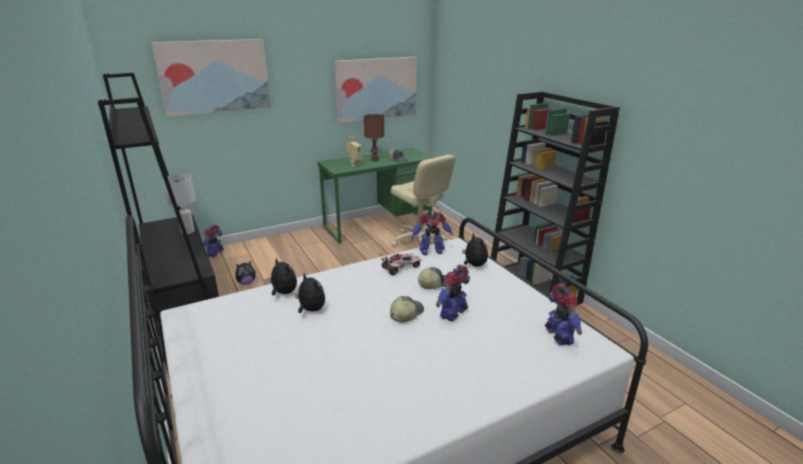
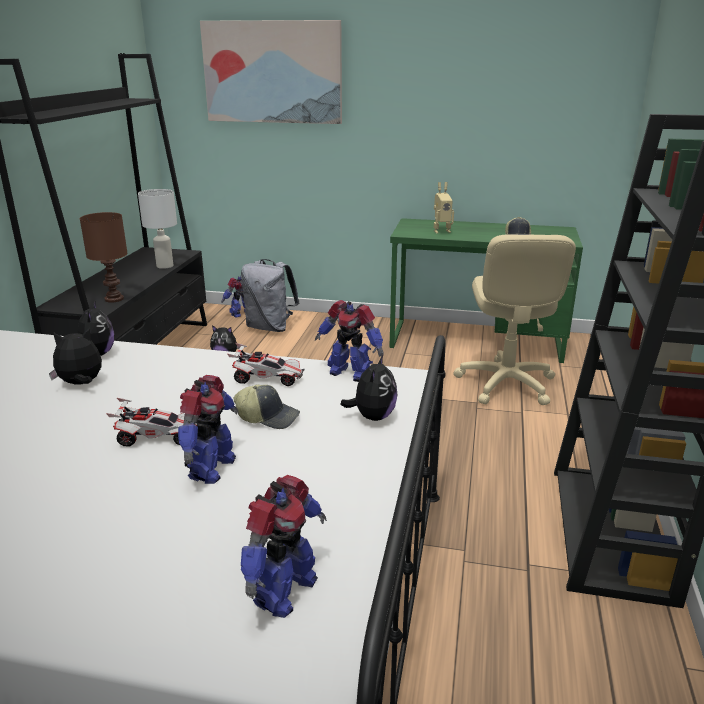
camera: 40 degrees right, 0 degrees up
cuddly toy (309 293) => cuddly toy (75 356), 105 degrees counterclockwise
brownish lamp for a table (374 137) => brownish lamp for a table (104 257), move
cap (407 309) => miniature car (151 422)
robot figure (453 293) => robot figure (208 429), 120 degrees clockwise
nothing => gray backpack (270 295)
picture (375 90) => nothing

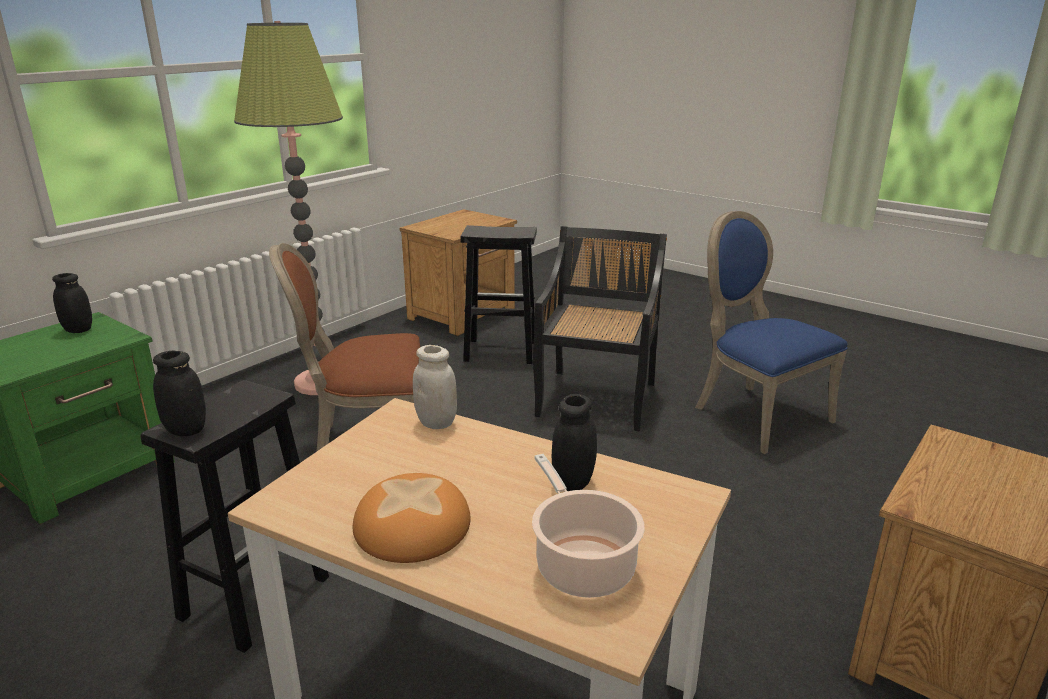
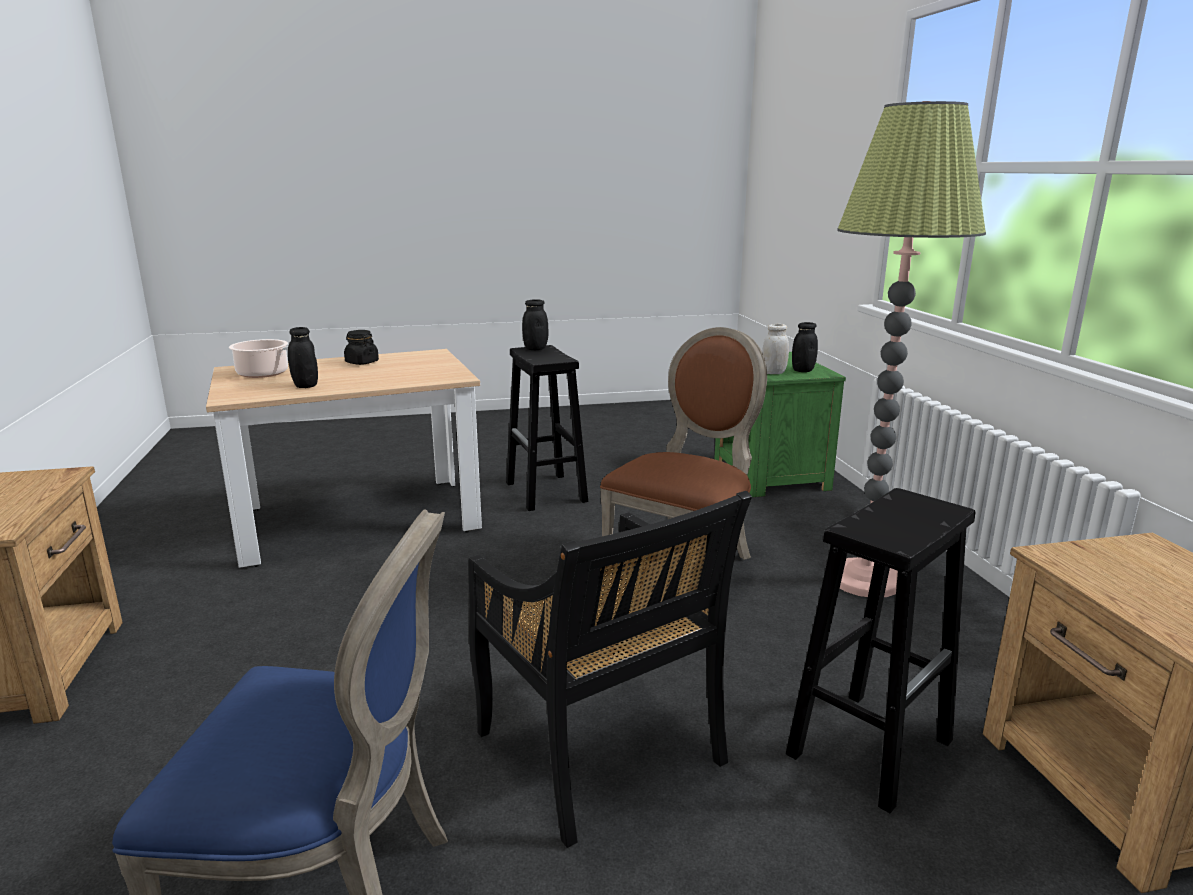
camera: 130 degrees right, 5 degrees down
baked bread (411 518) => blackish storage jar (361 347)
white storage jar (435 387) => white storage jar (775 349), move

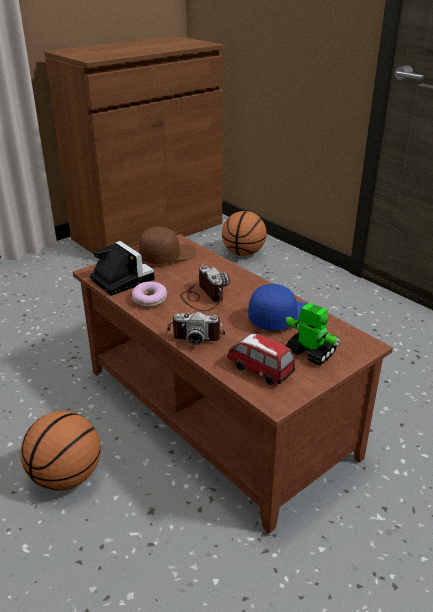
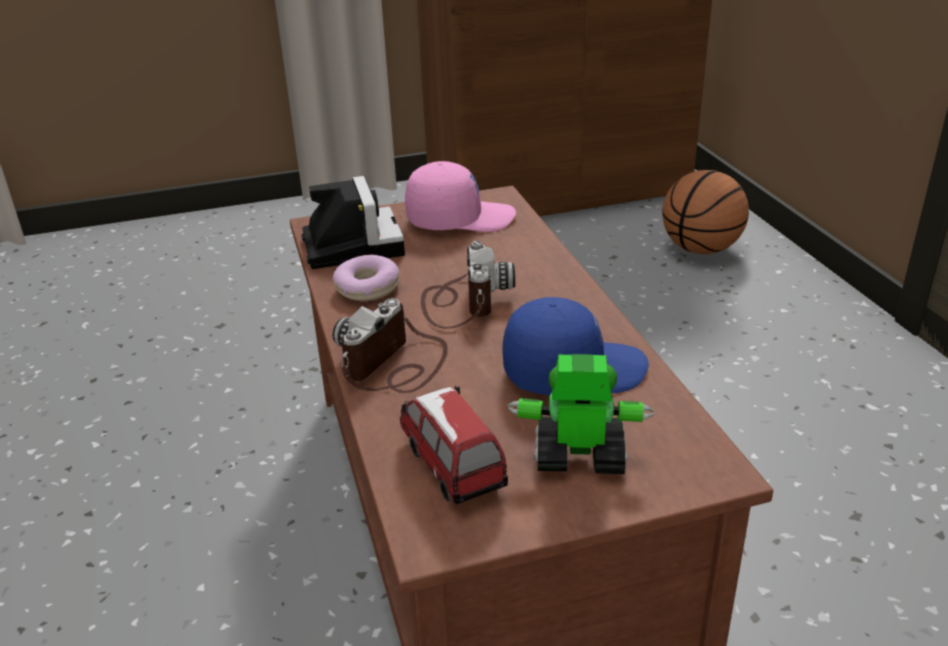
camera: 25 degrees right, 0 degrees up
still camera (196 328) => still camera (390 345), 90 degrees clockwise
brownish cap (167 245) => pink-coloured cap (460 196)
robot figure (313 334) => robot figure (580 414), 60 degrees counterclockwise
ball for basketball (61 451) => nothing

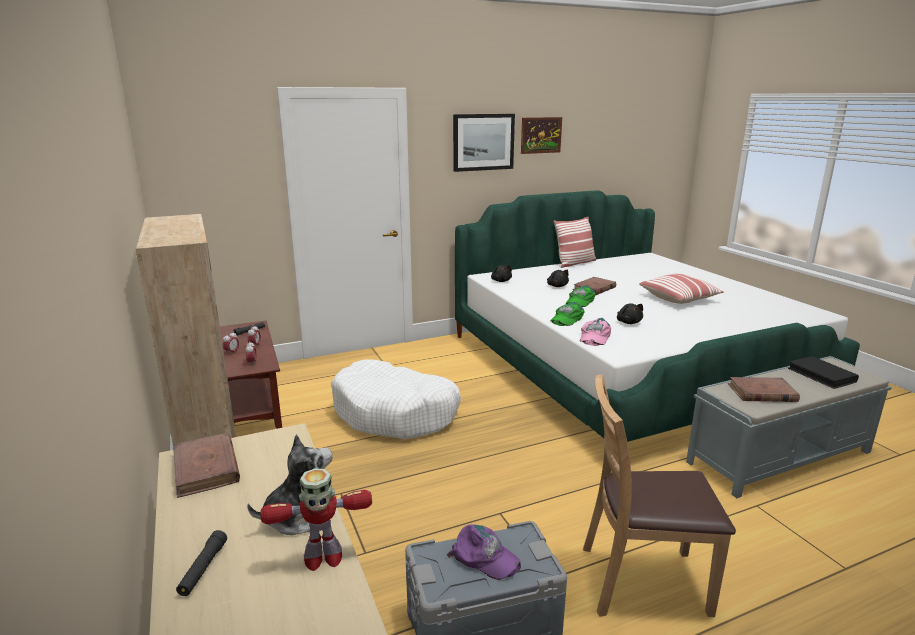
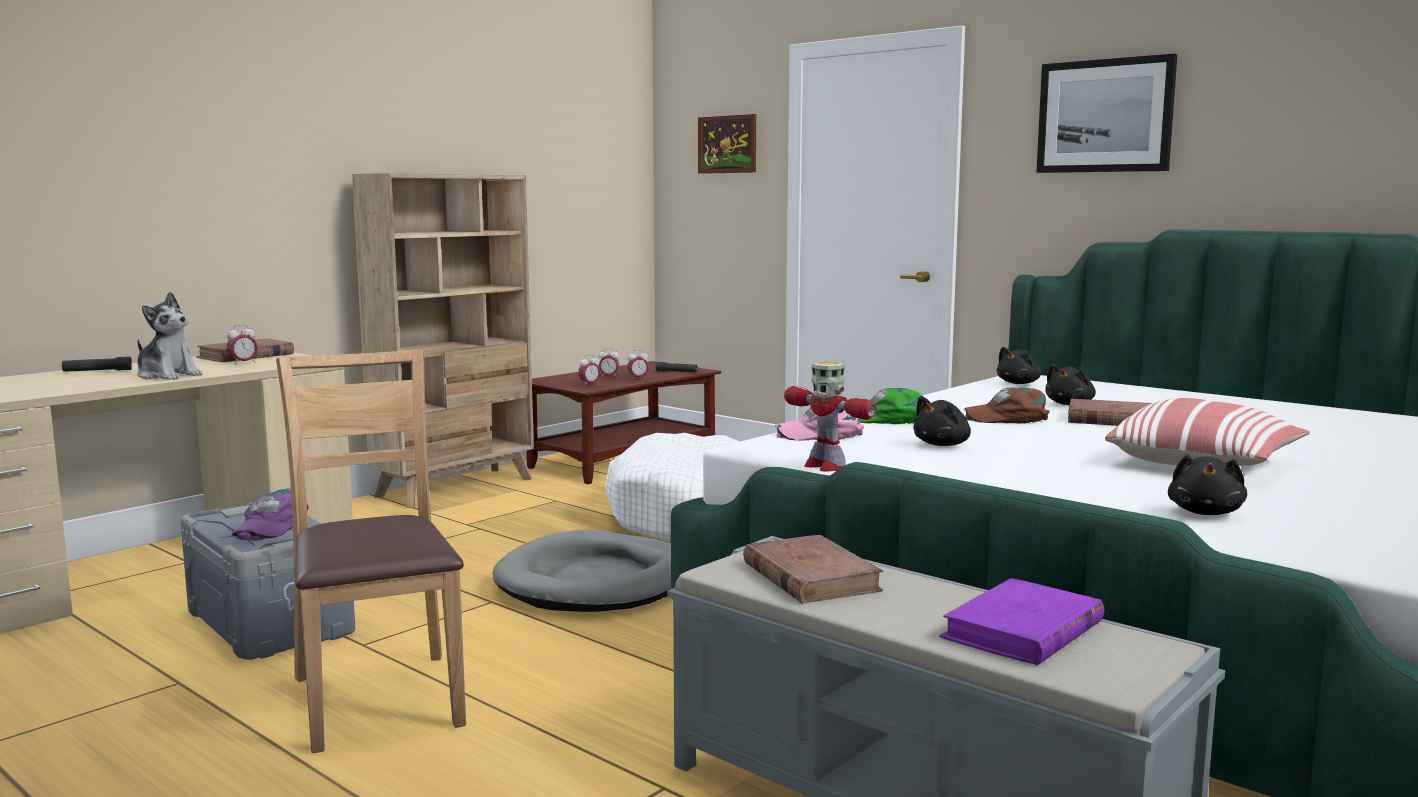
camera: 65 degrees right, 10 degrees down
nothing => alarm clock (242 344)
nothing => gray dog bed (581 571)
picture (541 135) => picture (727 144), move
robot figure (316 519) => robot figure (830 416), move
blackish bound book (823 372) => purple bound book (1021 621)
green cap (580 296) => brownish cap (1006 405)
nothing => blackish cuddly toy (1207 484)
throw pillow (575 242) => nothing

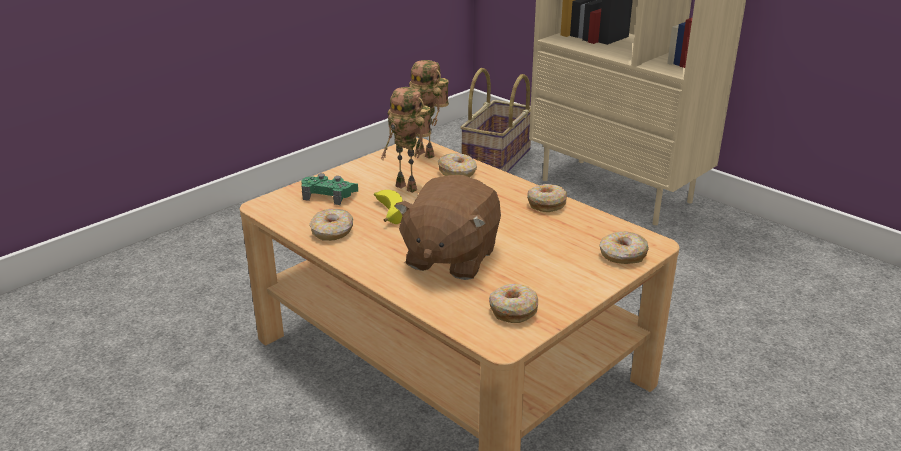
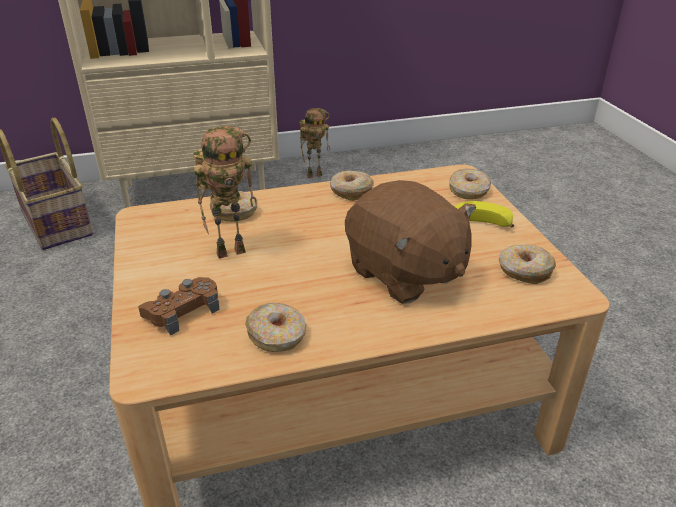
camera: 60 degrees left, 5 degrees up
green gamepad (329 189) => brownish gamepad (179 306)
robot figure (429 109) => robot figure (315 143), move
whole banana (388 207) => whole banana (484 214), move

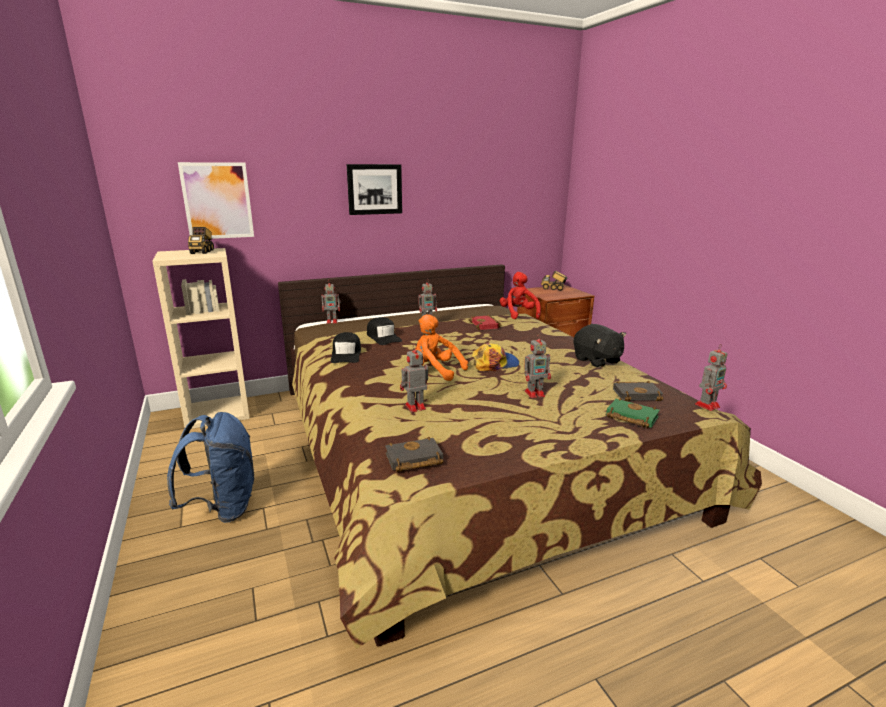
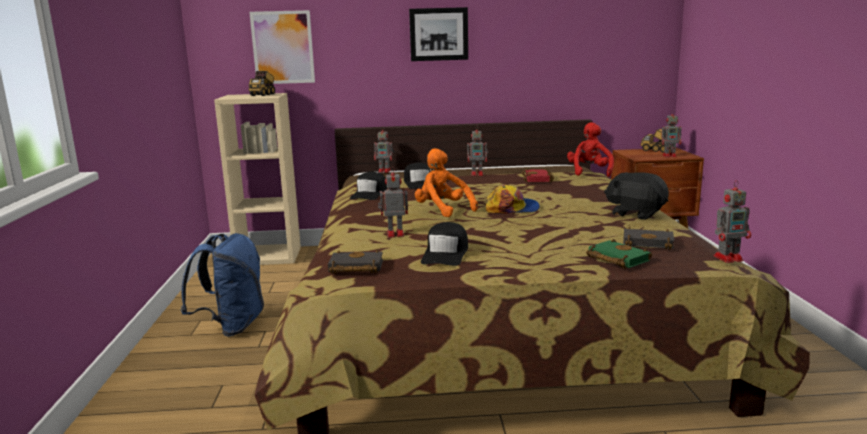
camera: 20 degrees right, 5 degrees down
nothing => blackish cap (444 244)
blackish cuddly toy (600 346) => blackish cuddly toy (636 196), 135 degrees clockwise
robot figure (537 366) => robot figure (672 133), move

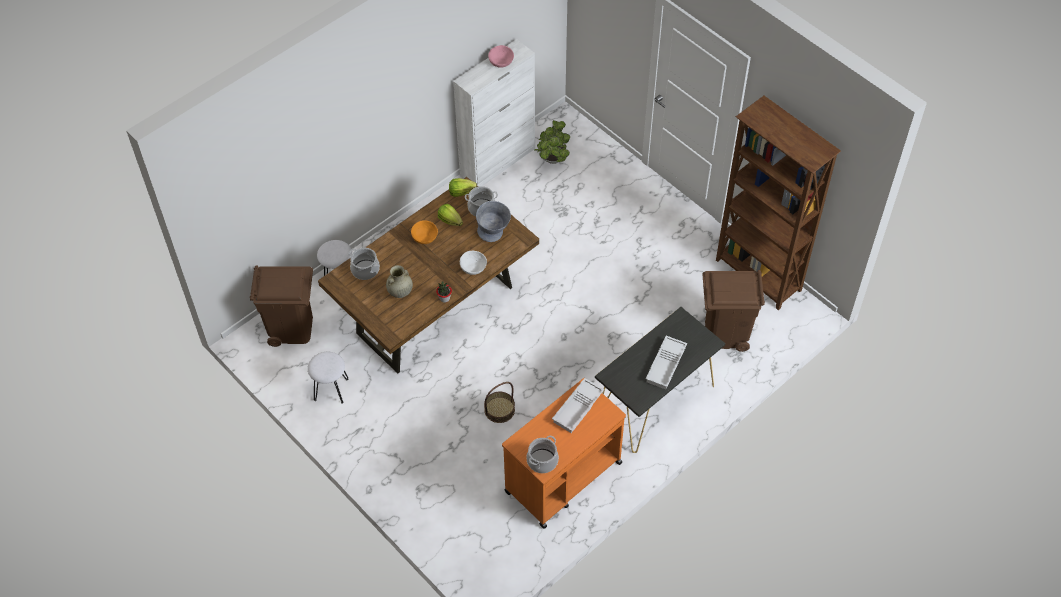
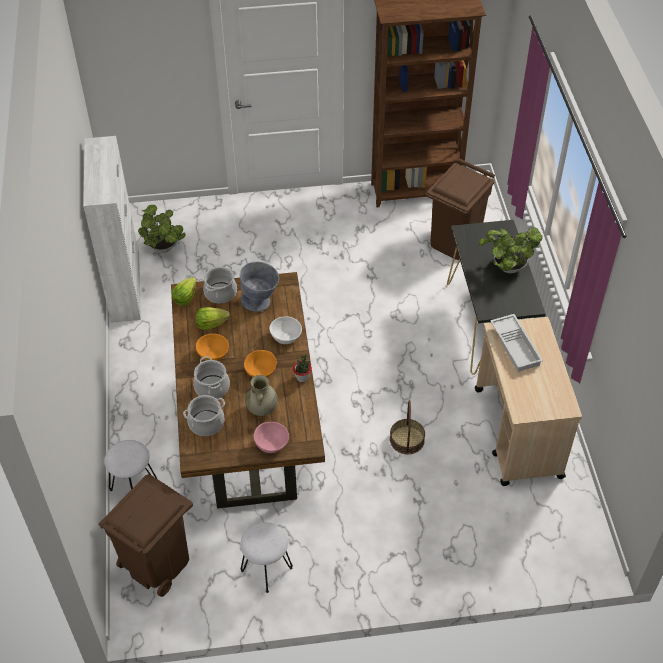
camera: 55 degrees left, 5 degrees down
cooking pot (542 454) => cooking pot (211 377), move
nothing => orangey bowl (260 363)
pink-coloured bowl (501 56) => pink-coloured bowl (271 437), move
orangey wheeled cart (564 453) => beige wheeled cart (528 401)
white carrying tray (666 362) => houseplant (511 250)

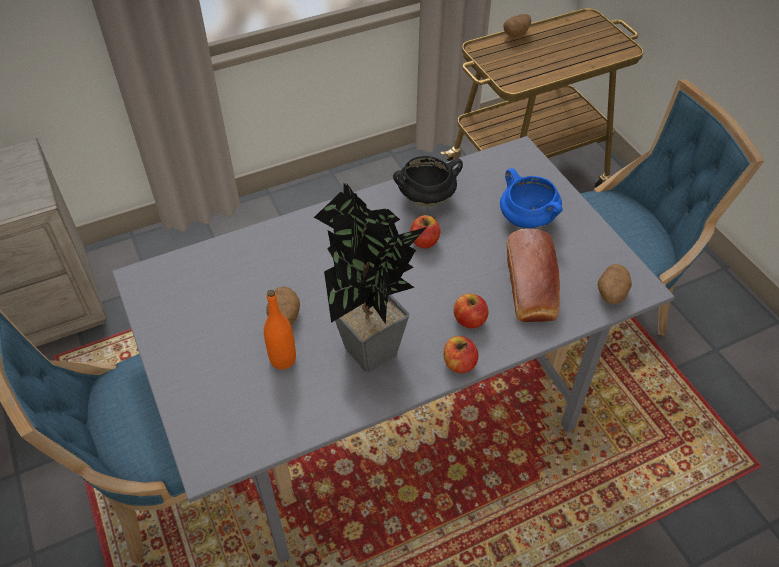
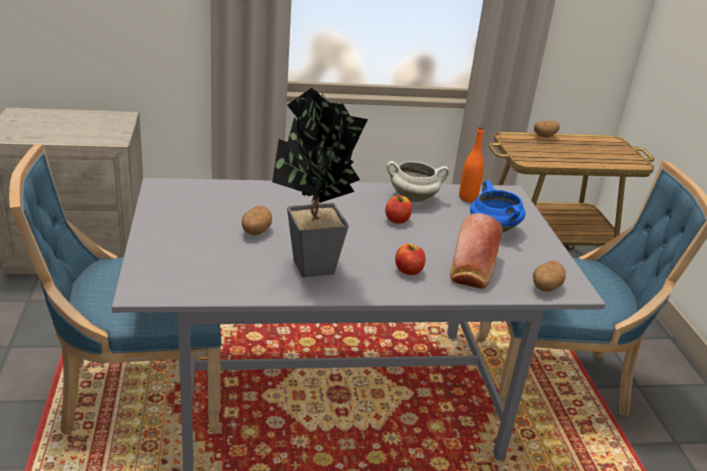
camera: 15 degrees right, 20 degrees down
blackish cooking pot (428 181) => white cooking pot (418 181)
orangey drink bottle (280 329) => orangey drink bottle (471 164), move
apple (461 354) => nothing

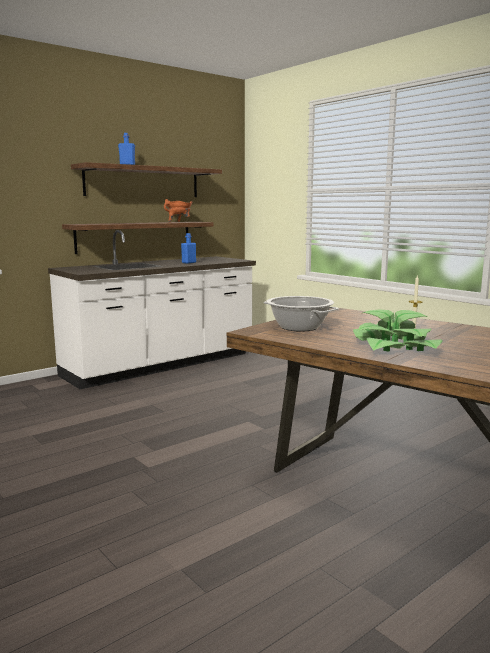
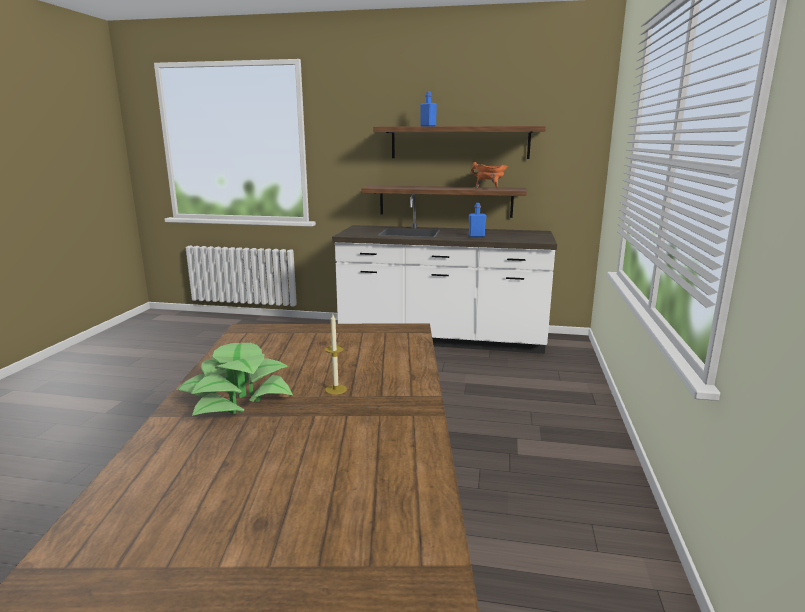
camera: 50 degrees right, 5 degrees up
cooking pot (301 314) => nothing

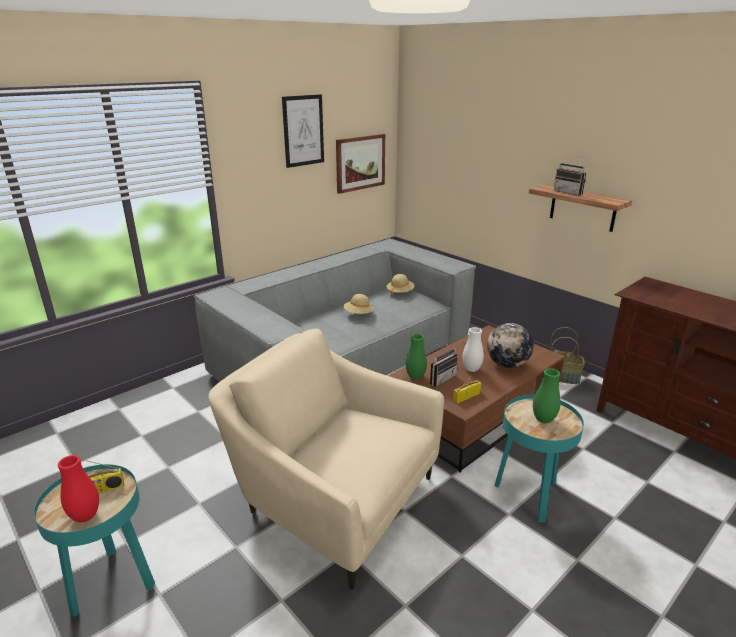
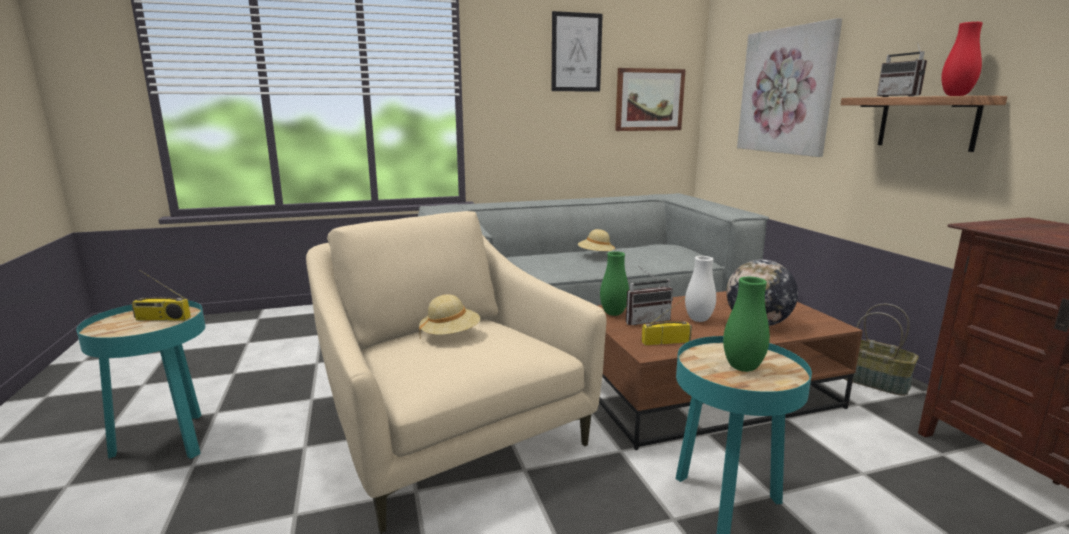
camera: 25 degrees right, 10 degrees down
beige clothing hat (400 285) => beige clothing hat (449 316), move
nothing => picture (789 87)
reddish decorative vase (78 488) => reddish decorative vase (962 59), move

